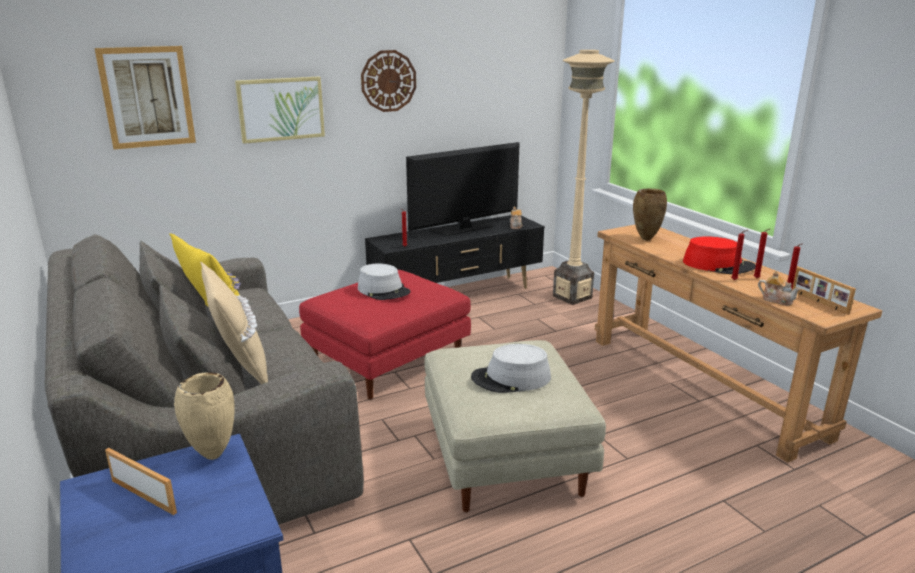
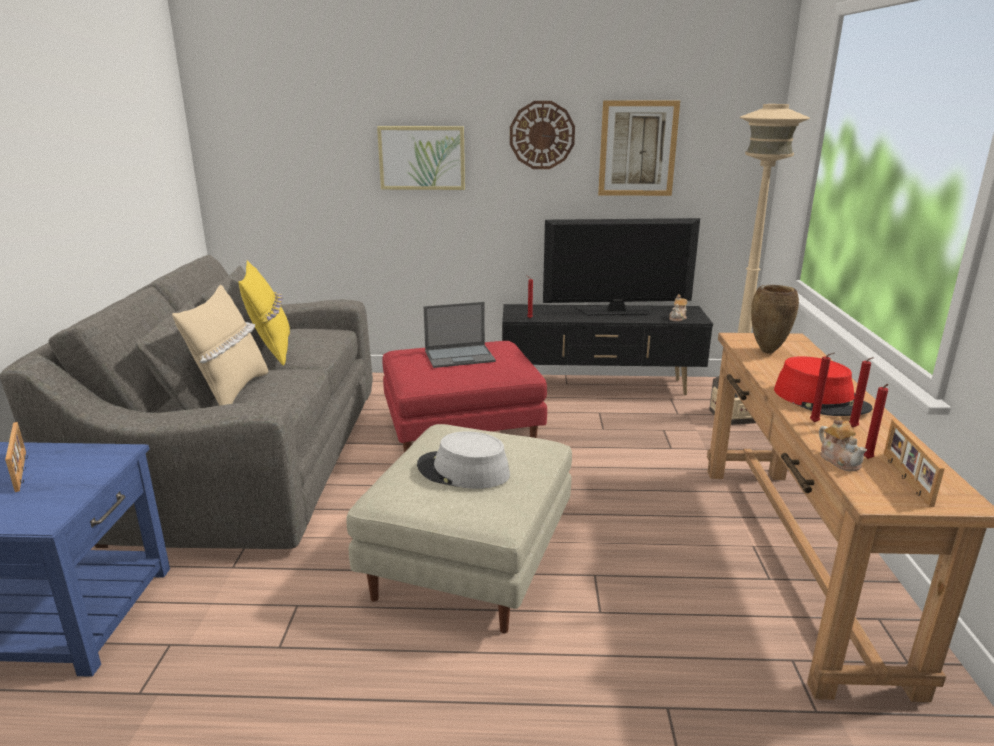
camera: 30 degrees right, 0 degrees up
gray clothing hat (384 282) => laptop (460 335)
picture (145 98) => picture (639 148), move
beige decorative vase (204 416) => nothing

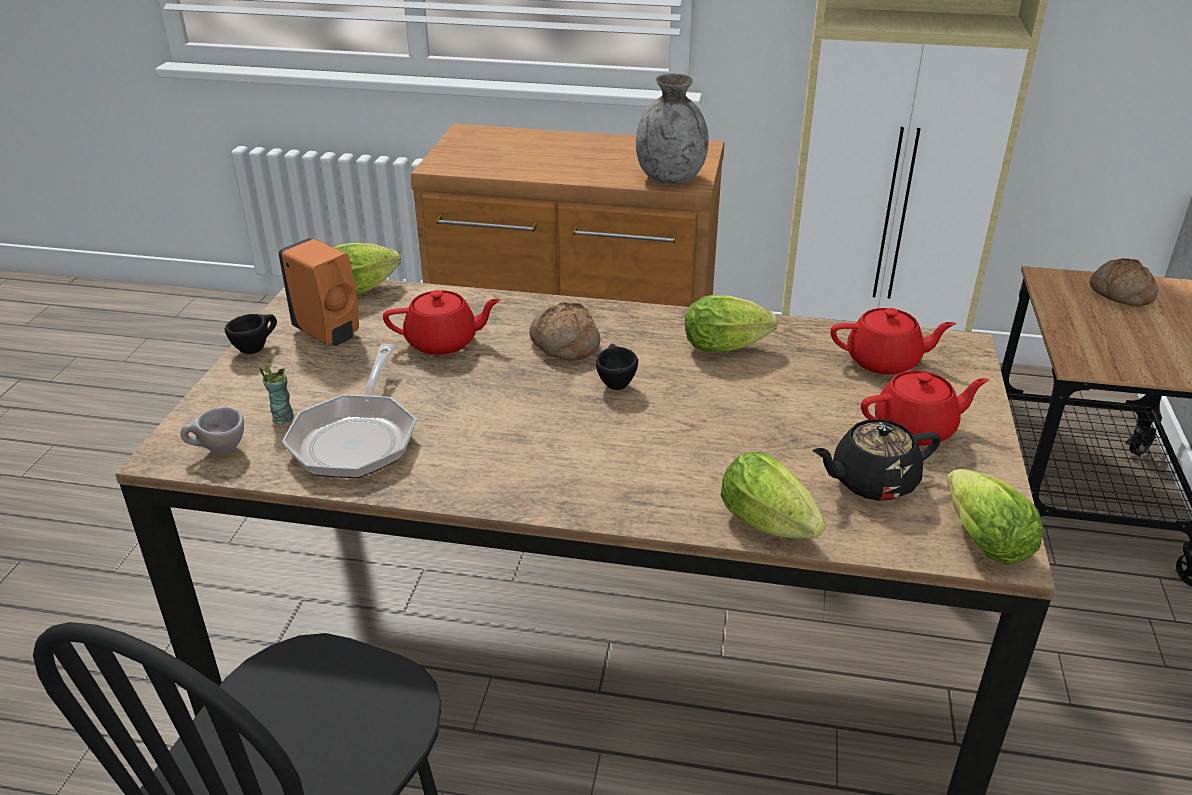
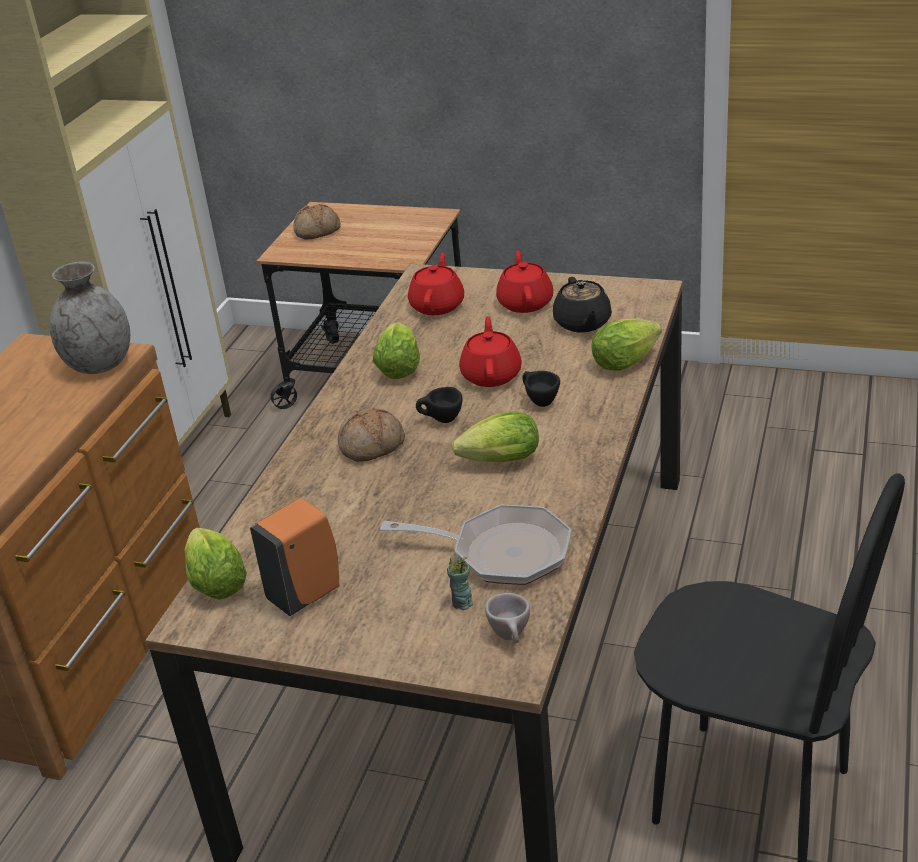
camera: 80 degrees left, 0 degrees up
lettuce (995 517) => lettuce (495 436), move
reddish teapot (442 322) => reddish teapot (490 351), move
blackish small cup (251 334) => blackish small cup (541 389), move

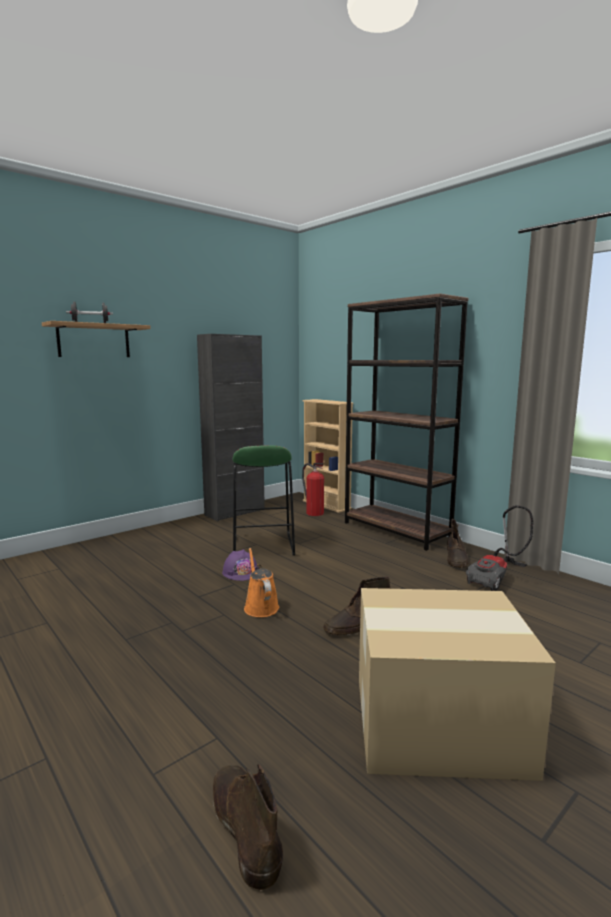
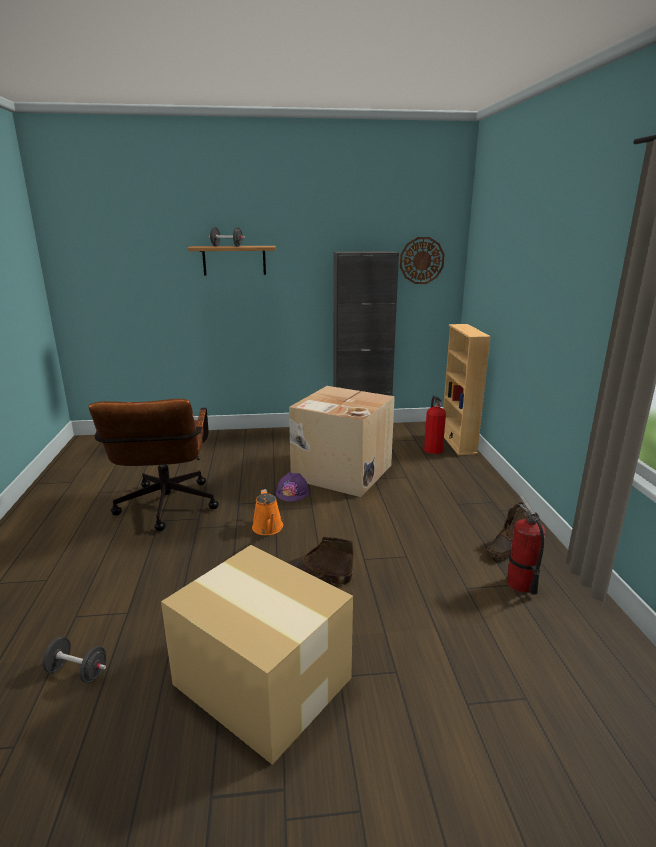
camera: 35 degrees right, 10 degrees up
brownish tall boot (247 827) => blackish free weight (74 660)
nothing => brownish computer chair (154 465)
orangey sprinkling can (261 582) => orangey sprinkling can (267 512), 150 degrees clockwise
green sitting stool (264 500) => cardboard box (342 441)
nothing => wall clock (422 260)
vacuum cleaner (499 548) => fire extinguisher (526 545)
brownish shelving unit (406 422) => nothing

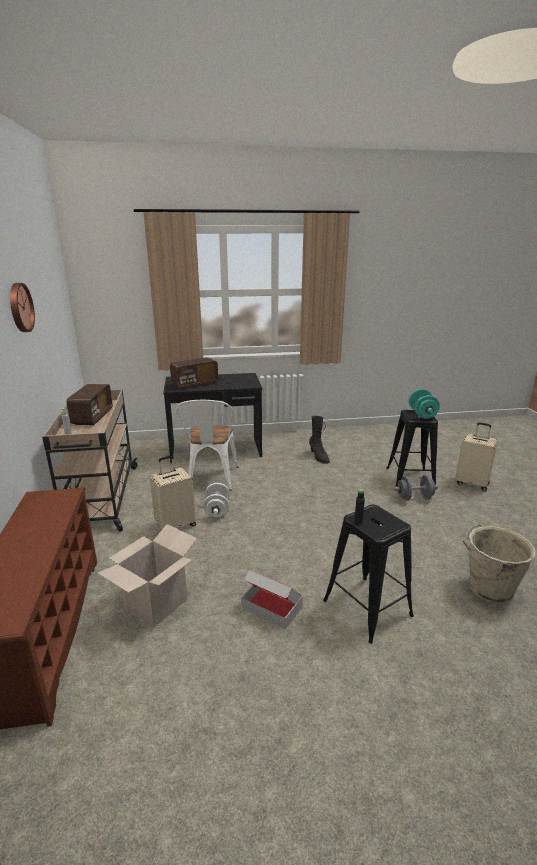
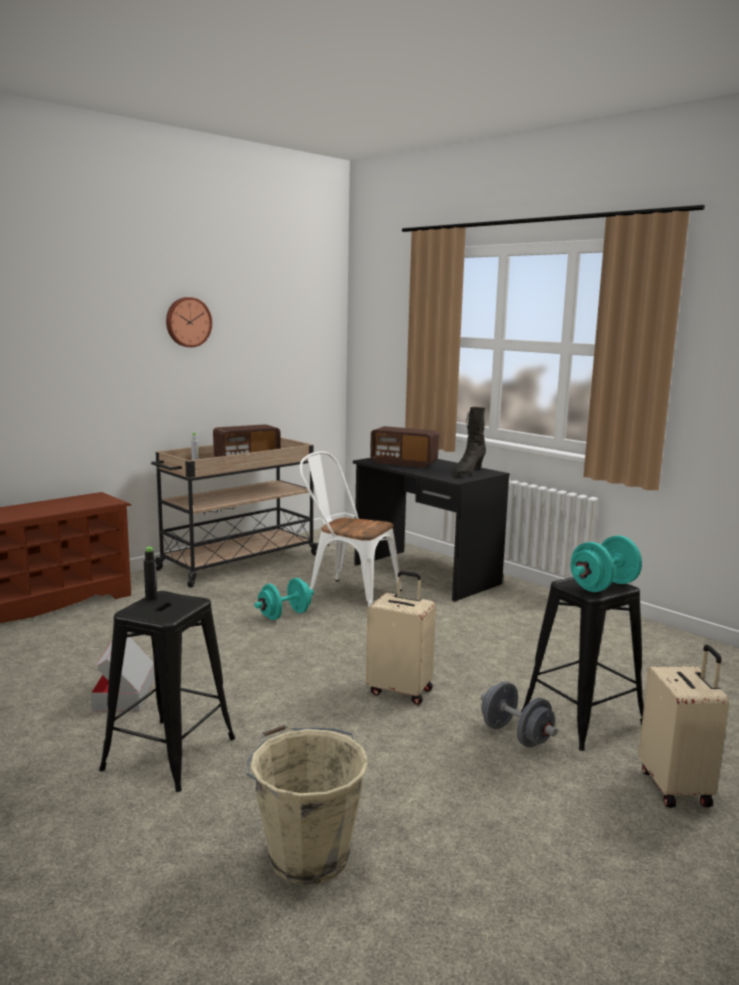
camera: 55 degrees right, 10 degrees down
white free weight (216 500) => blue-green free weight (284 599)
white plain chair (207 445) => white plain chair (351 529), 60 degrees clockwise
beige travel case (173 492) => beige travel case (401 638), move
blackish tall boot (319 440) => blackish tall boot (470 441), move
cardboard box (147 576) => nothing

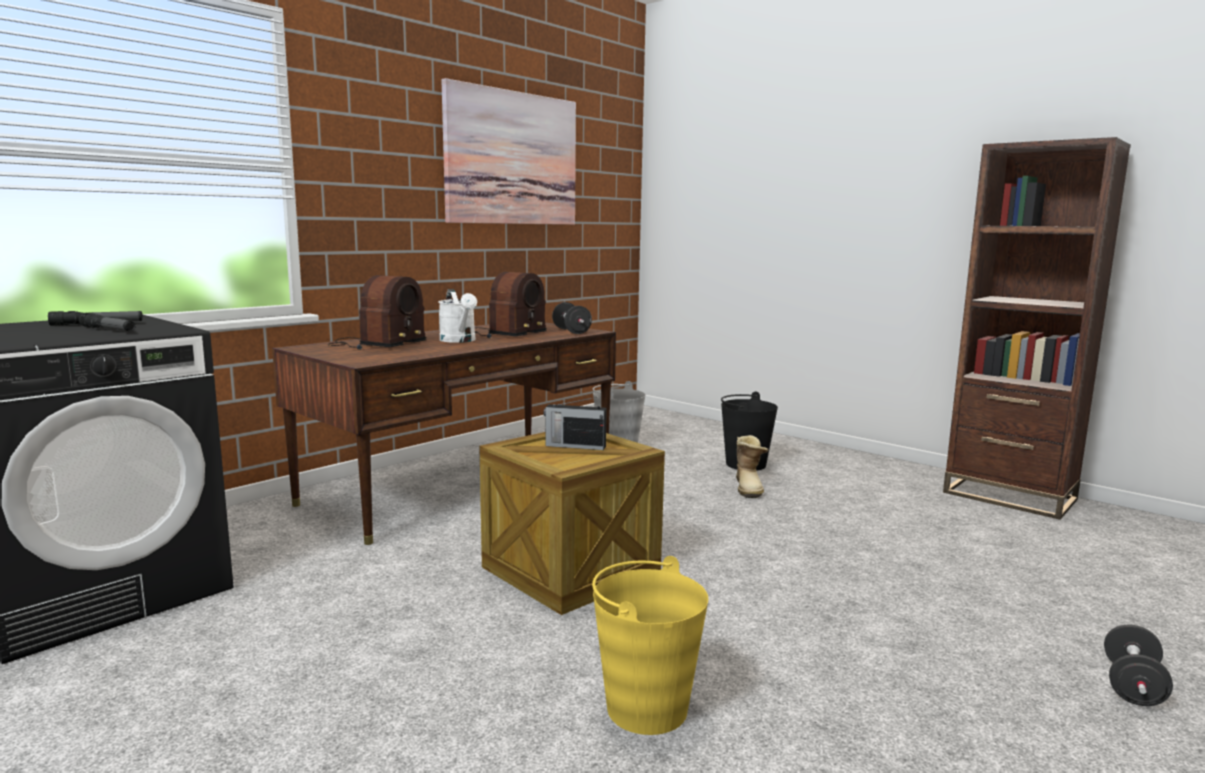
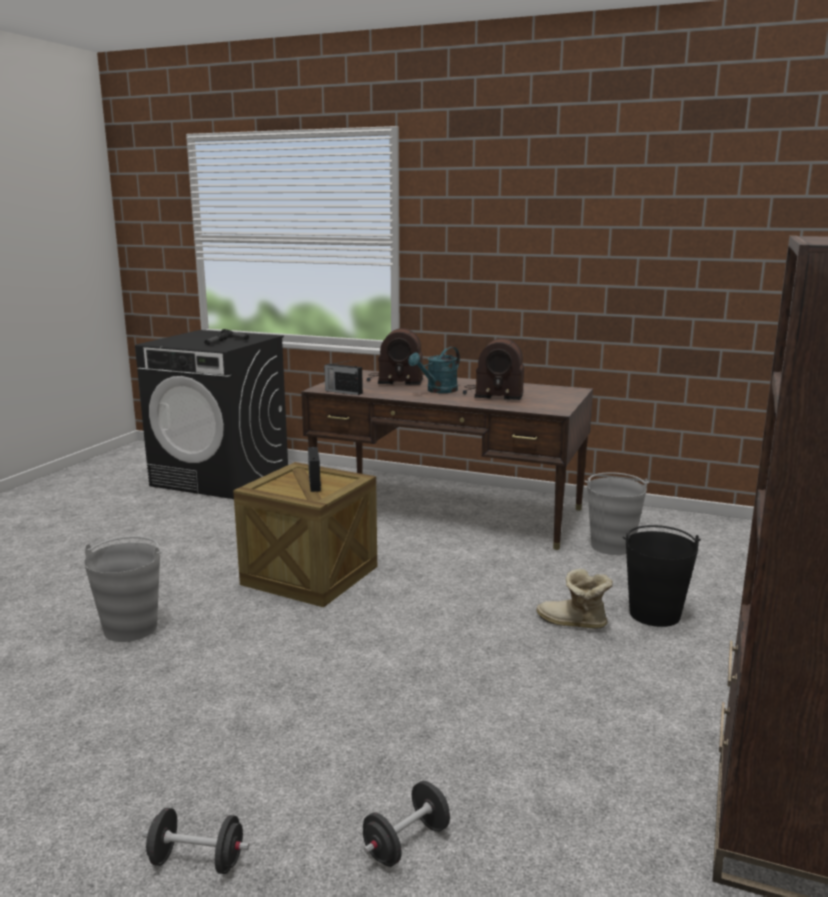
camera: 70 degrees right, 5 degrees up
yellowish bucket (650 645) => gray bucket (123 589)
nothing => radio (343 377)
blackish free weight (572 318) => blackish free weight (406 824), move
white sprinkling can (458 316) => blue-green sprinkling can (434 370)
tall boot (752 466) => tall boot (575 598), 45 degrees clockwise
picture (508 151) => nothing

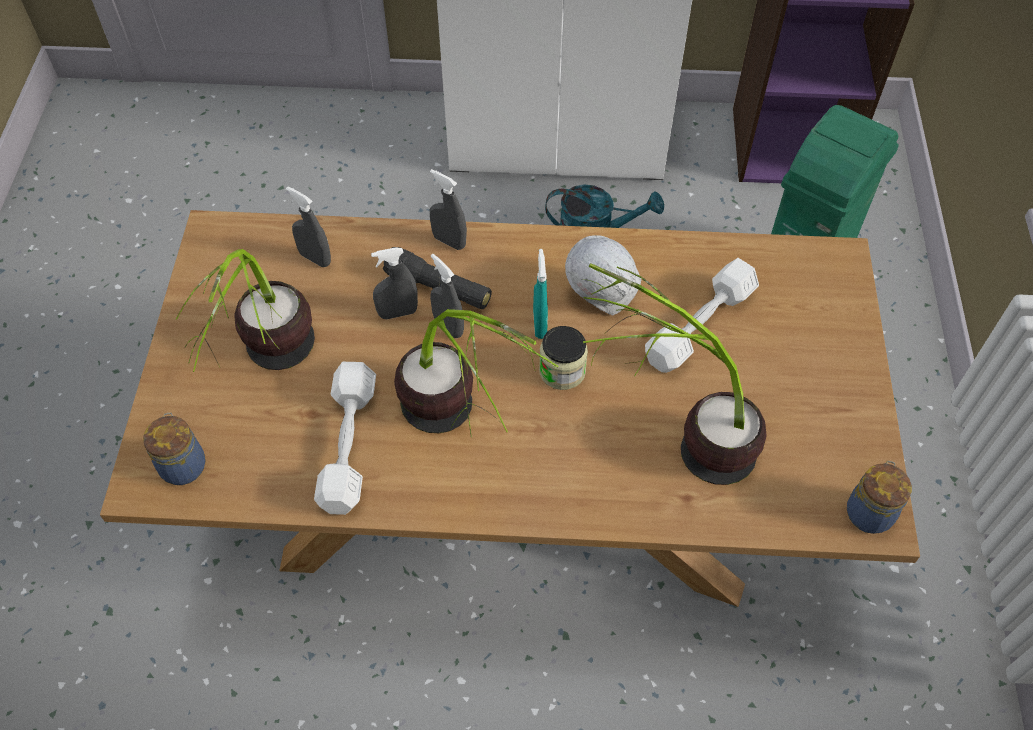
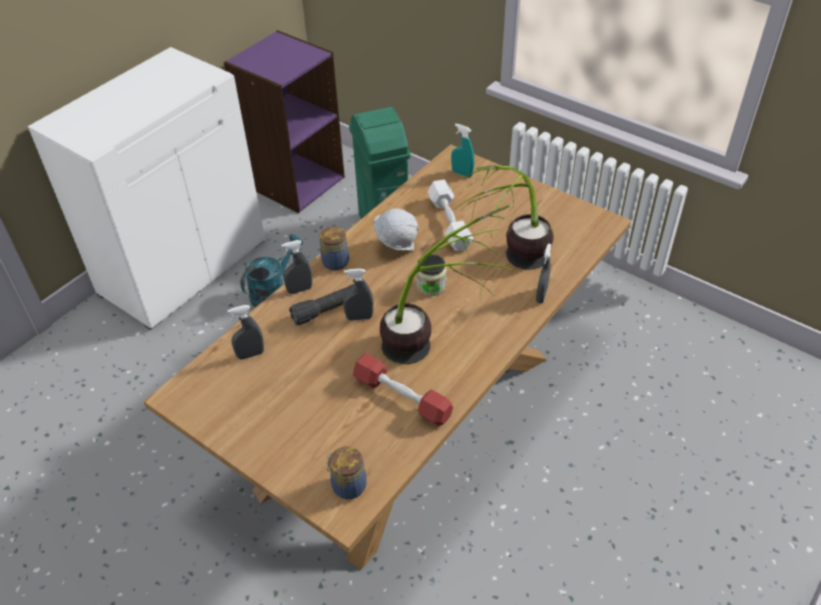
camera: 55 degrees left, 10 degrees down
storage jar (879 497) => storage jar (334 248), move
white free weight (345 438) => reddish free weight (403 389)
blue-green spray bottle (540 294) => blue-green spray bottle (462 150), move
gray spray bottle (394 283) => gray spray bottle (543 273), move
houseplant (245 310) => nothing

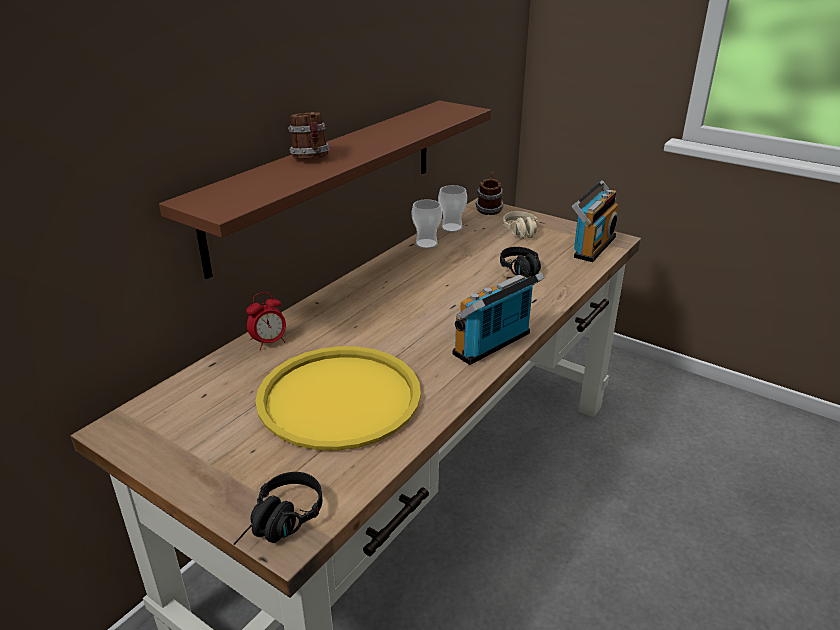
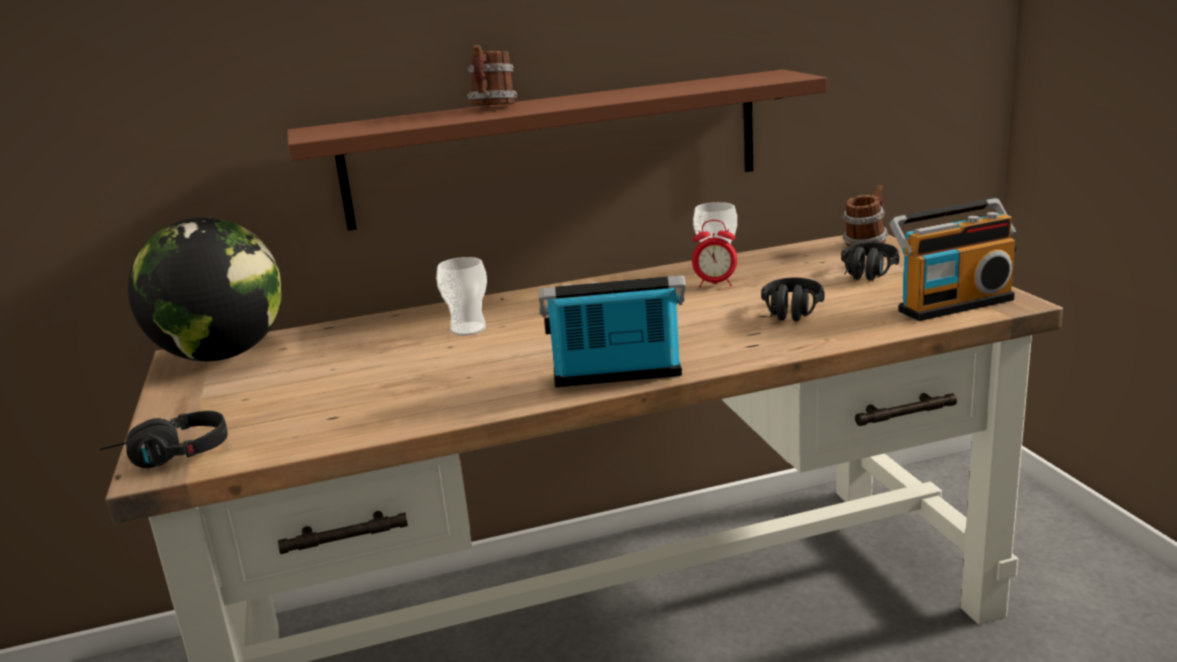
camera: 40 degrees right, 10 degrees down
nothing => desk globe (205 289)
small cup (452 208) => small cup (461 296), move
alarm clock (266 321) => alarm clock (714 253), move
beige pair of headphones (520 225) => blackish pair of headphones (870 261)
yellowish carrying tray (338 398) => nothing

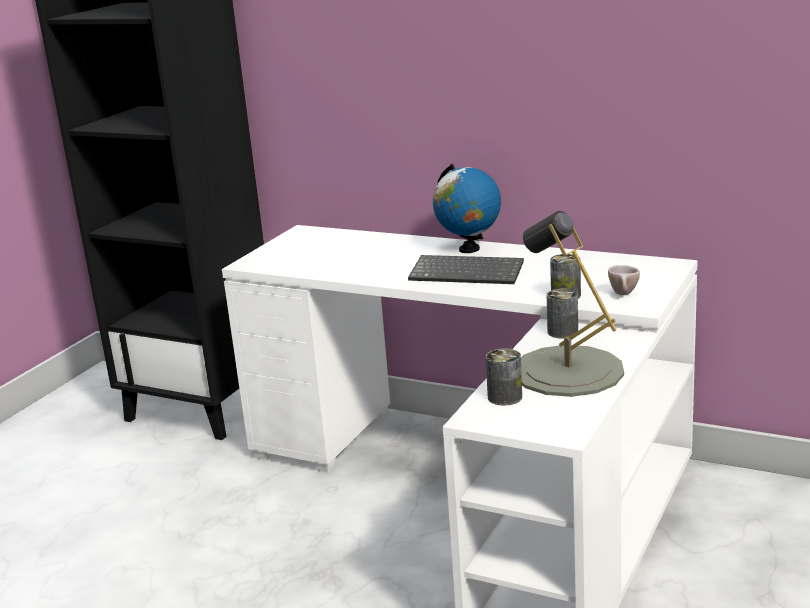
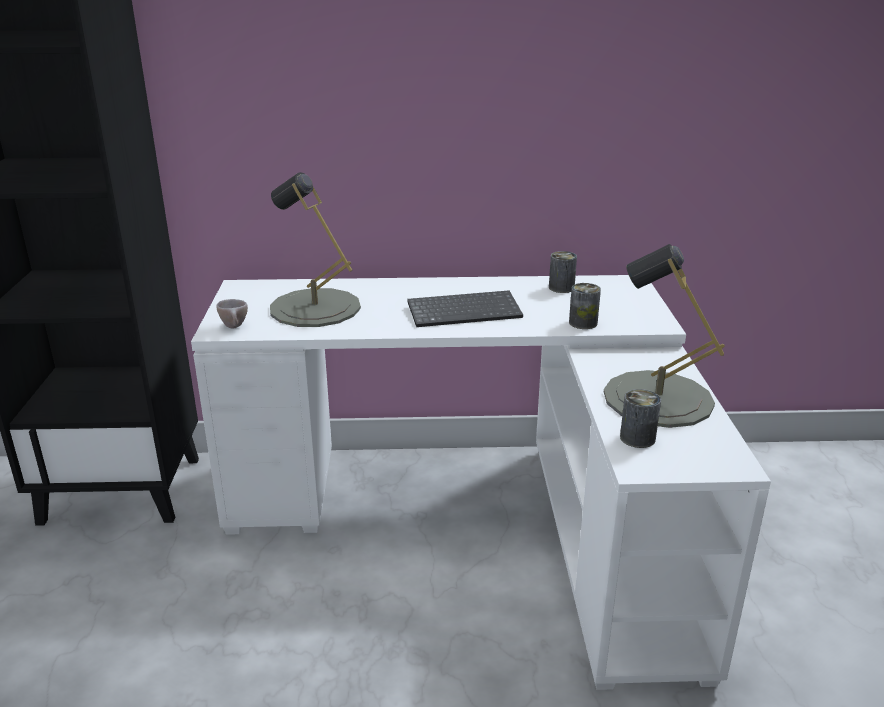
camera: 30 degrees left, 5 degrees up
beige small cup (624 280) => beige small cup (232 313), move
nothing => gray lamp for a table (315 249)
can (562 313) => can (563 272), move
desk globe (467 208) => nothing

